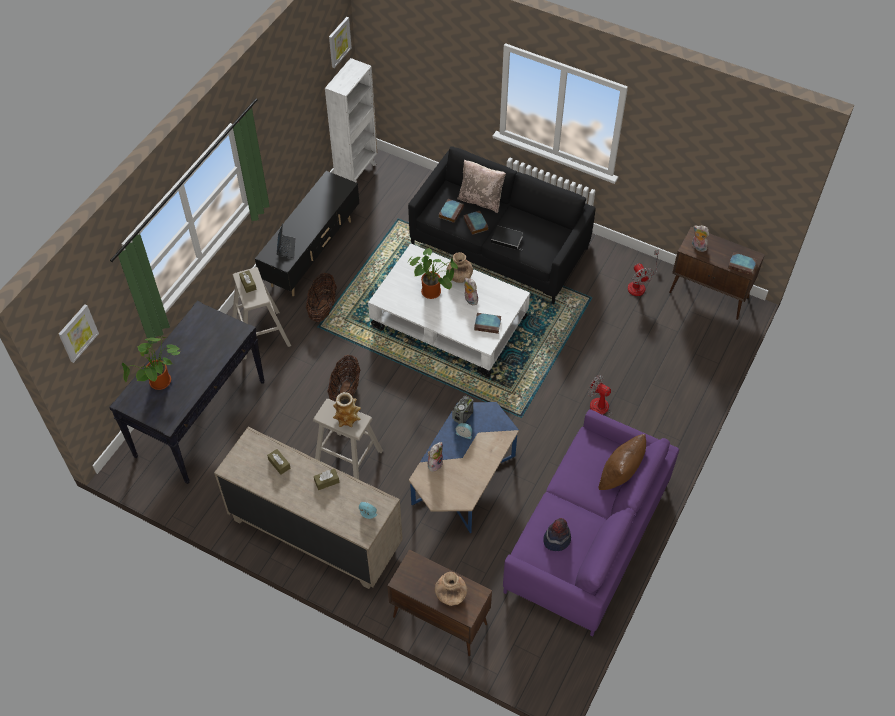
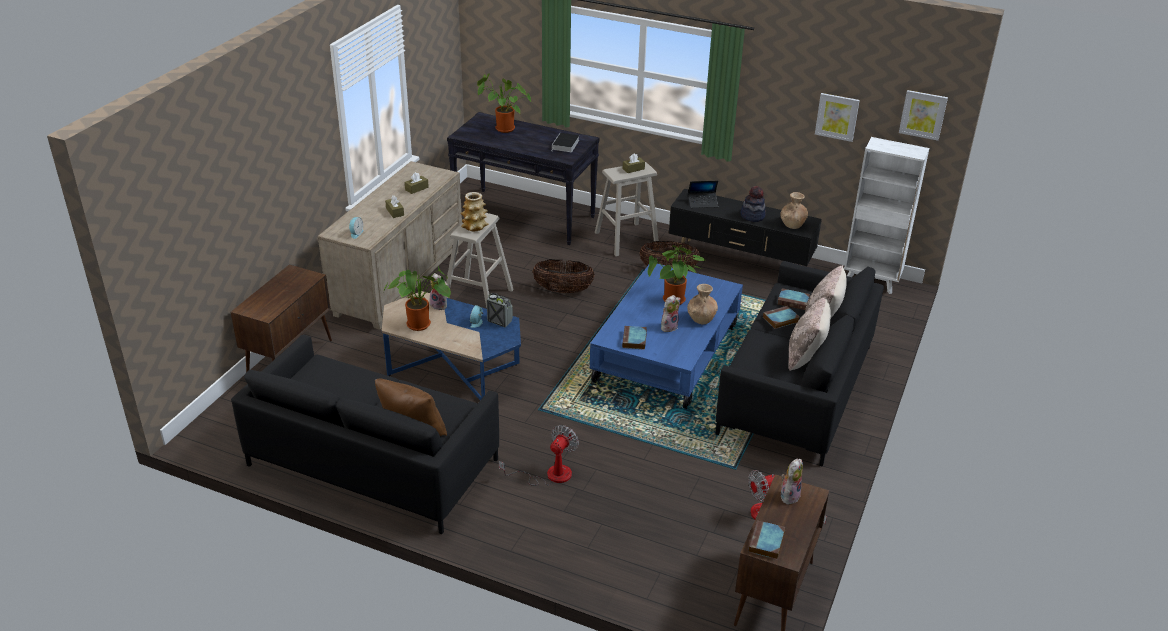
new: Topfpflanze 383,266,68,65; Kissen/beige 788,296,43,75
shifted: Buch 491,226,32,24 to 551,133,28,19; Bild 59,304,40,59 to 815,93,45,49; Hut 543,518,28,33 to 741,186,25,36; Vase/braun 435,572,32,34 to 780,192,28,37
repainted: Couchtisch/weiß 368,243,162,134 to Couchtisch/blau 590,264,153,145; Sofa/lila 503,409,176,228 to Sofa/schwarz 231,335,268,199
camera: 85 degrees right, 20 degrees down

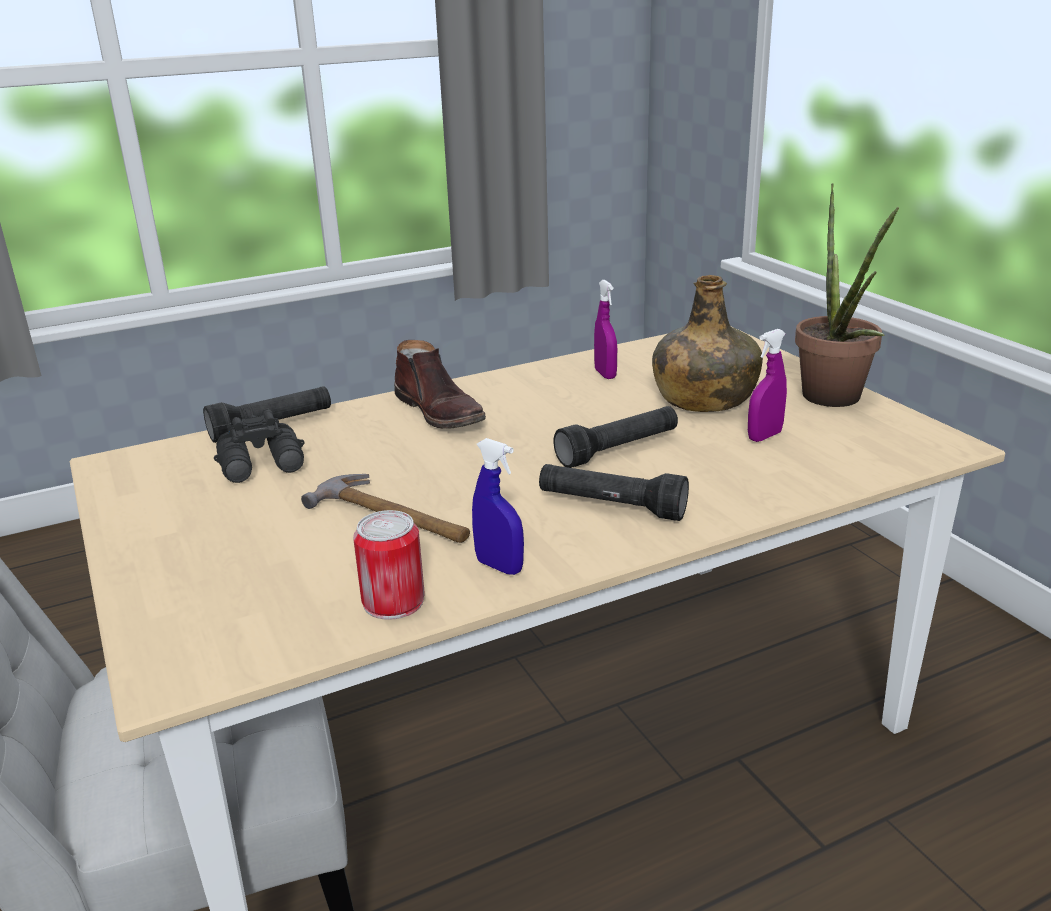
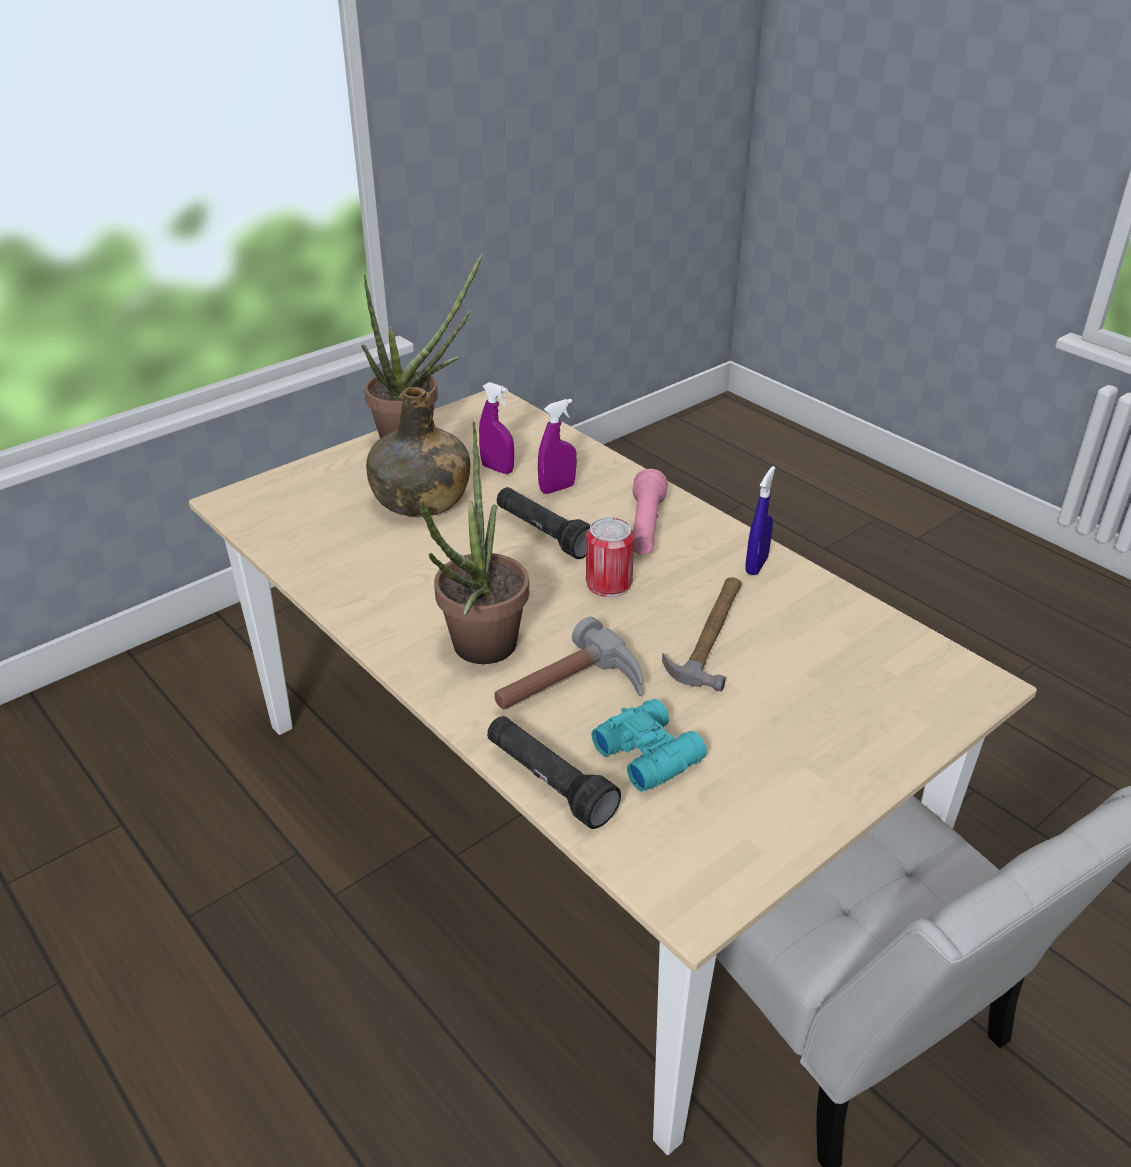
new: Hammer 494,617,149,93
shifted: Sprühflasche/lila 594,280,23,99 to 538,399,39,95; Dose 353,510,72,110 to 586,517,48,80
swapped: Stiefel/braun 394,340,92,89 to Topfpflanze 420,422,109,242
repainted: Fernglas/schwarz 214,408,91,75 to Fernglas/türkis 591,699,116,92; Taschenlampe/schwarz 539,464,150,57 to Taschenlampe/rosa 632,469,36,86
camera: 105 degrees left, 10 degrees up

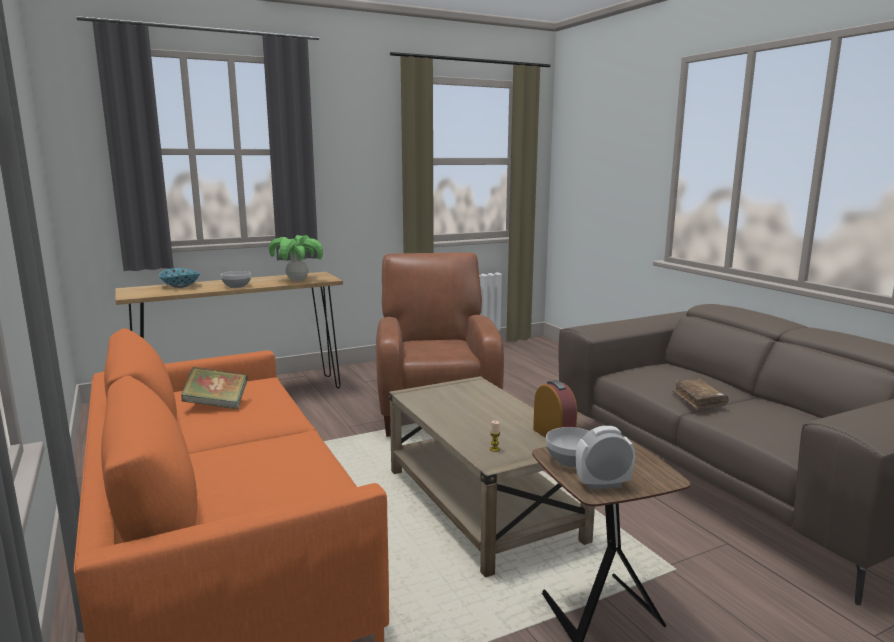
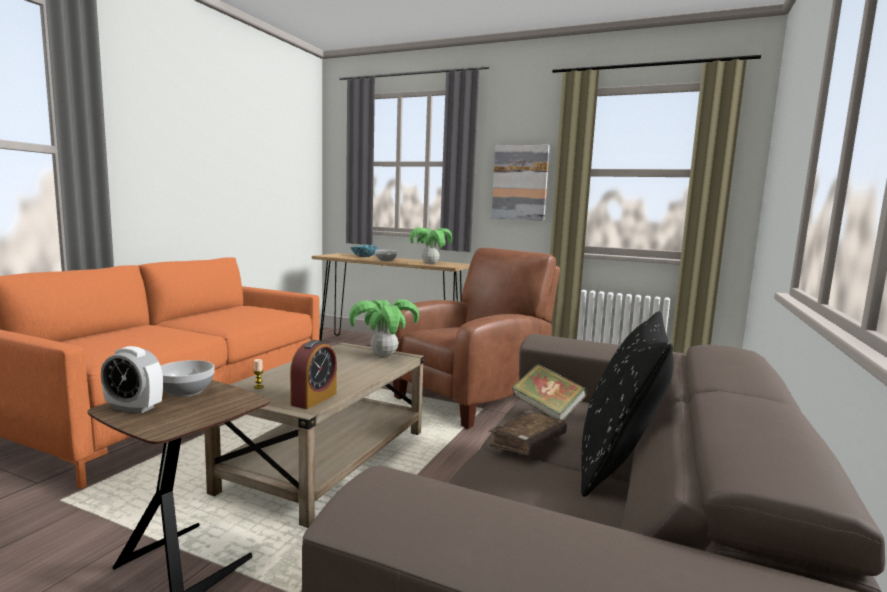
new: Bild 491,145,59,76; Topfpflanze 349,299,70,57; Kissen/schwarz 581,311,93,186
shifted: Buch 181,367,66,42 to 512,364,75,56
rotated: Wecker 576,426,59,63 = 101,346,62,67 150 degrees clockwise
camera: 50 degrees right, 5 degrees down

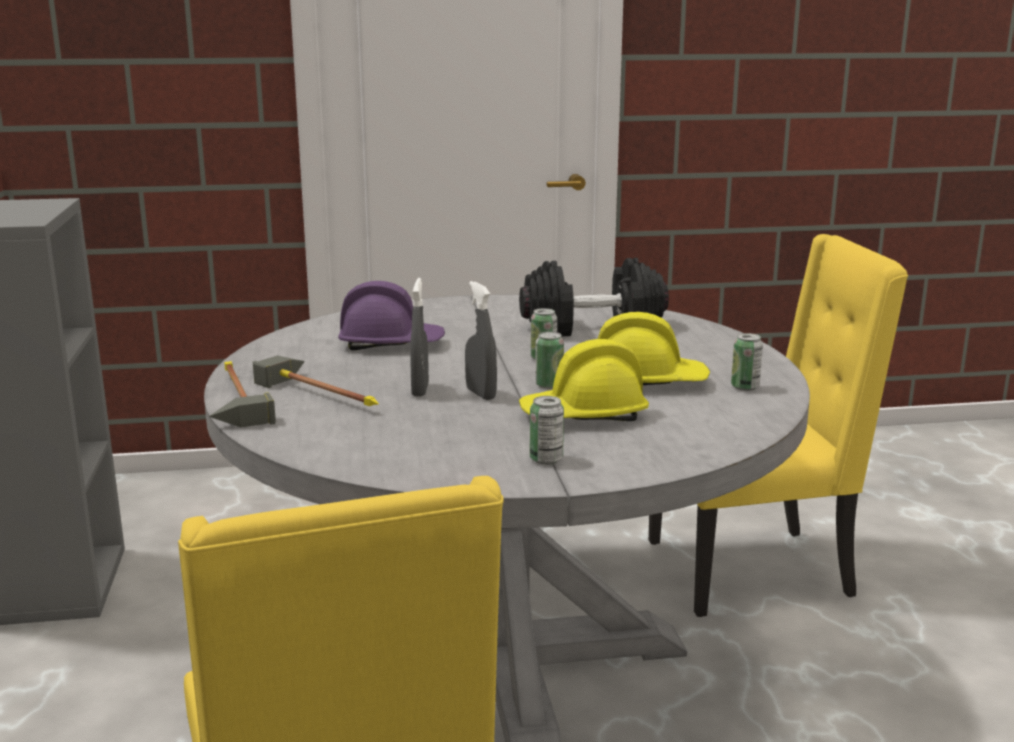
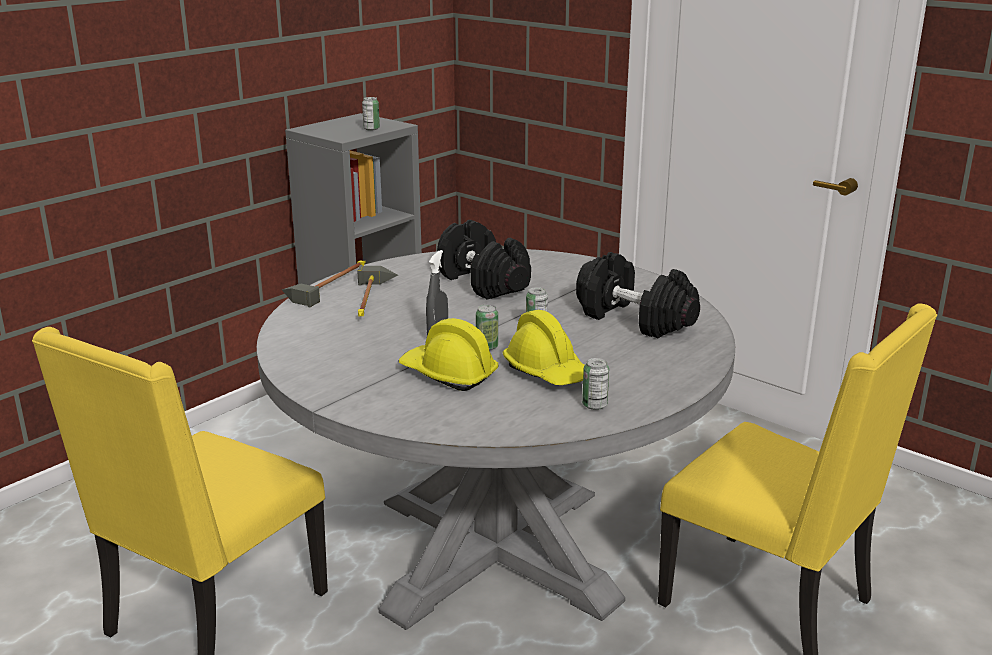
gone: Sprühflasche/grau 410,278,19,119
shifted: Dose 530,396,34,69 to 362,97,18,33
swapped: Schutzhelm/lila 338,281,107,69 to Hantel/schwarz 437,220,94,80
camera: 50 degrees right, 5 degrees up

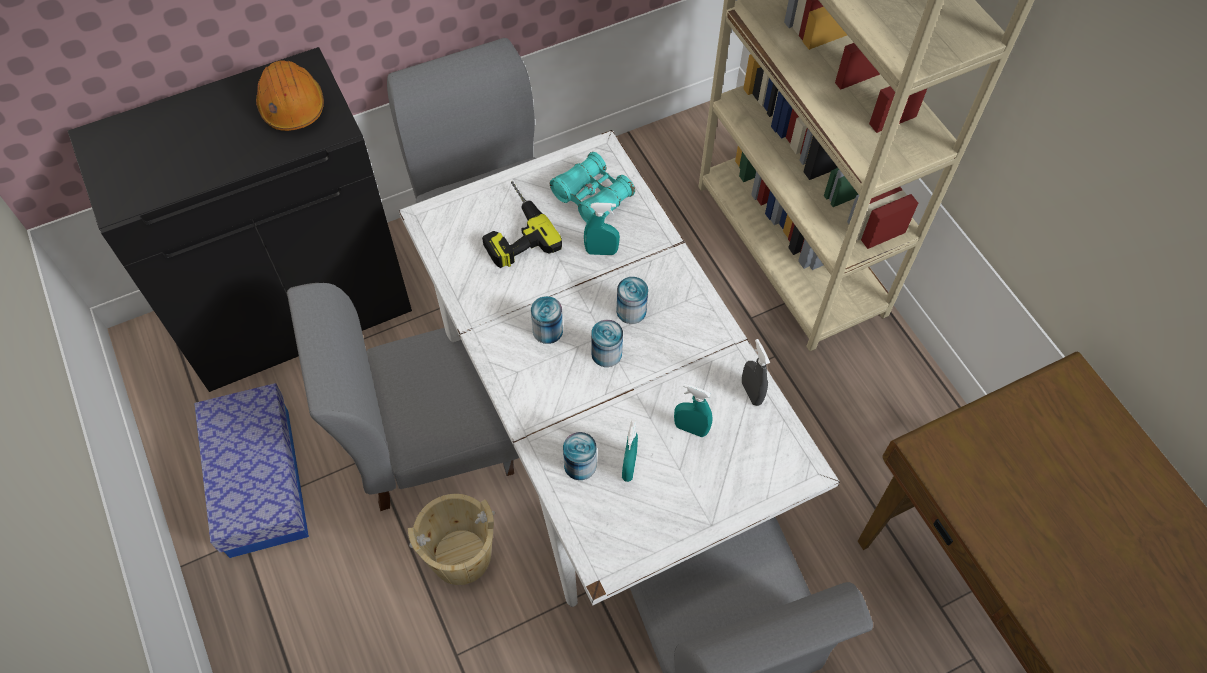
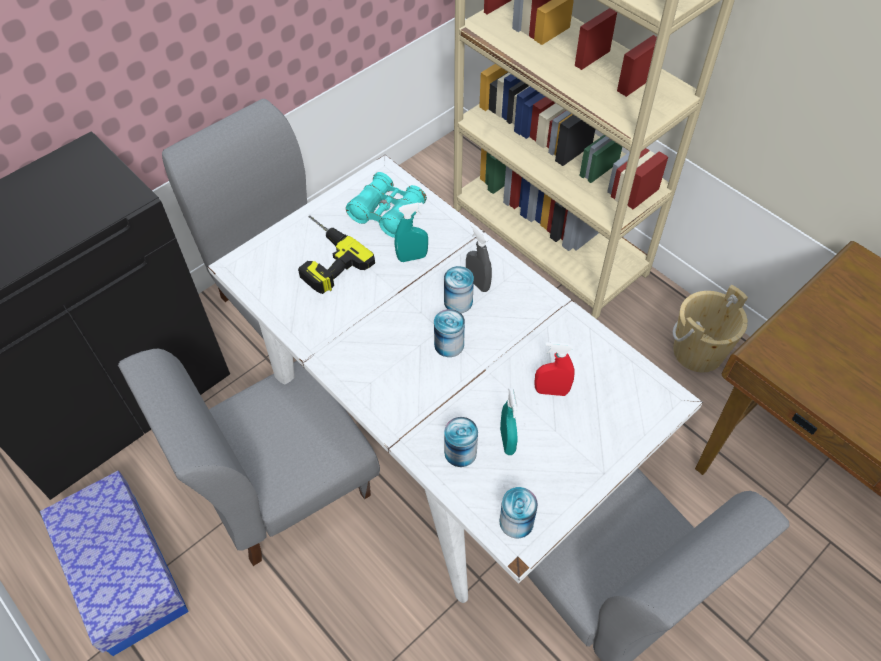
gone: Schutzhelm/orange 256,60,68,71
shifted: Dose 531,296,32,48 to 499,487,39,52; Sprühflasche/grau 742,339,28,67 to 466,223,26,69; Eimer/beige 408,494,87,91 to 673,285,75,88
repainted: Sprühflasche/türkis 674,383,39,54 to Sprühflasche/rot 534,342,41,54
camera: 15 degrees left, 5 degrees down

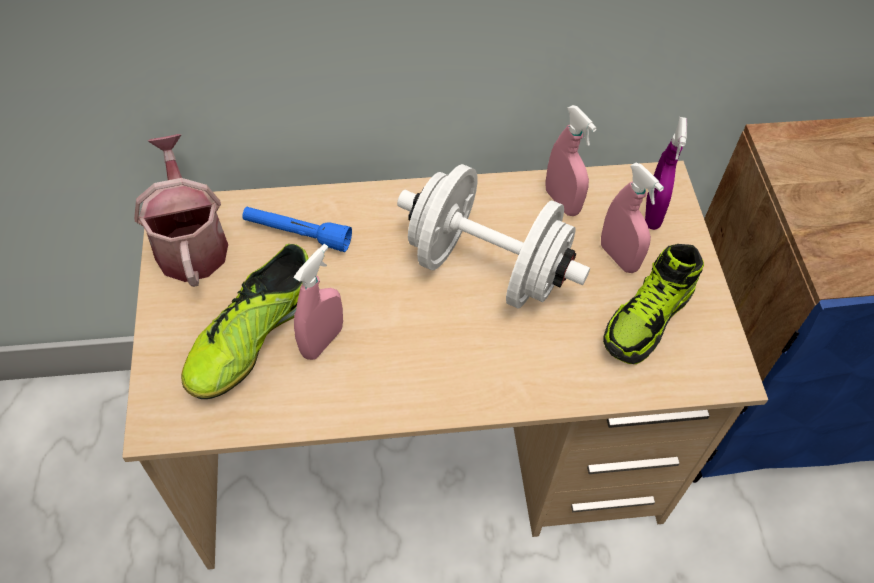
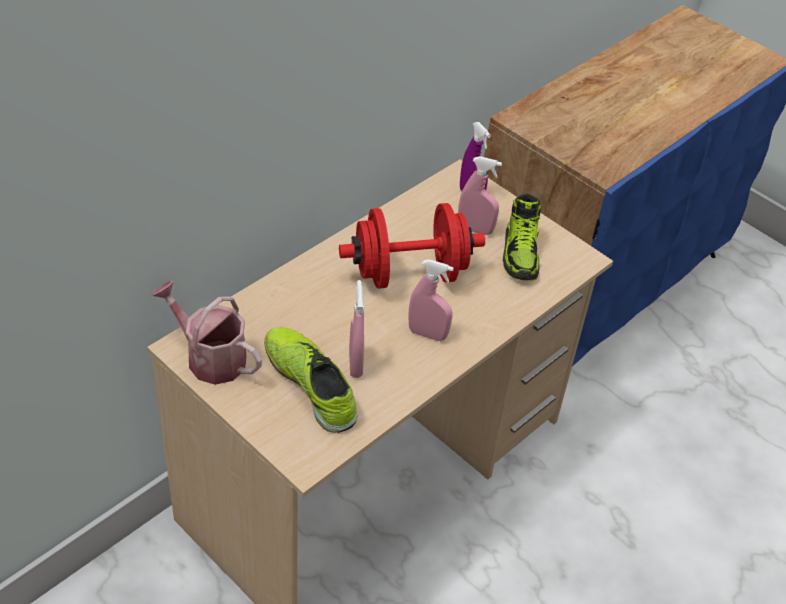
gone: Taschenlampe/blau 242,207,110,45
shifted: Sprühflasche/rosa 546,105,51,111 to 408,259,46,82
repainted: Hantel/weiß 397,164,193,145 to Hantel/rot 339,203,146,86
rotated: Schuh 181,244,128,155 = 264,327,93,106 150 degrees clockwise
camera: 40 degrees left, 10 degrees down

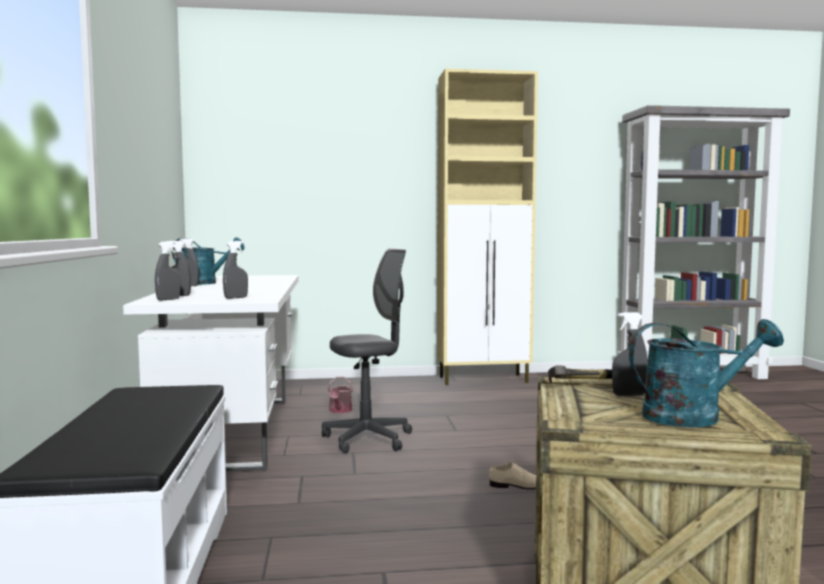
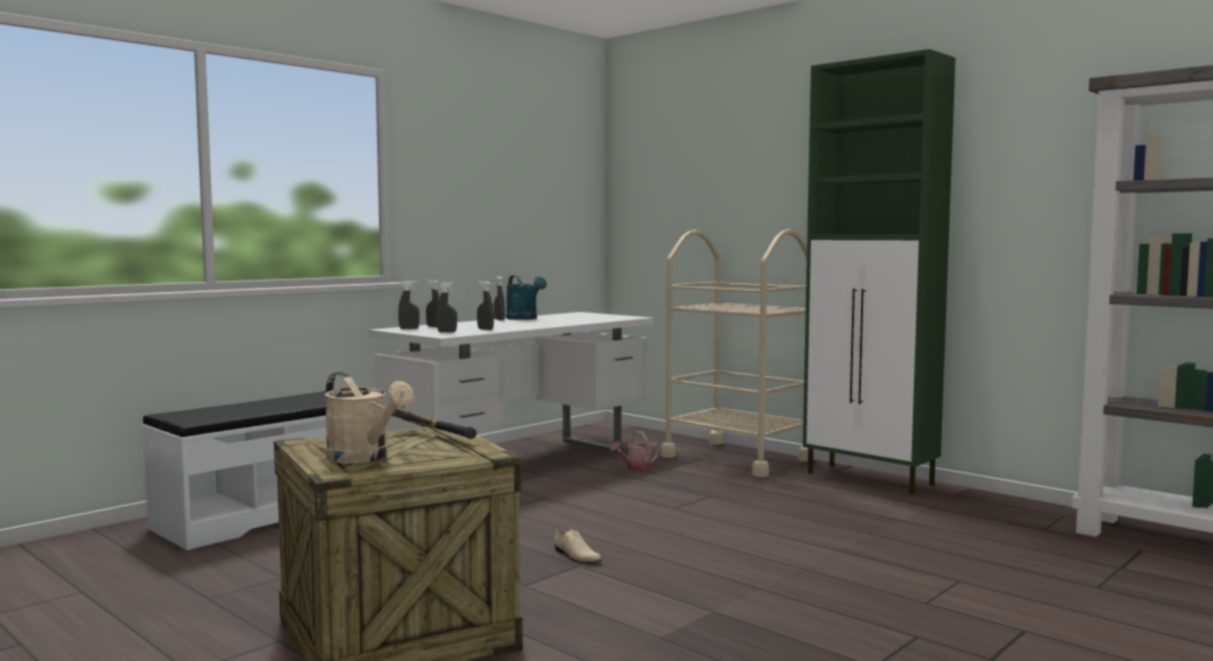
gone: Bürostuhl/grau 322,248,90,205
new: Rollwagen/beige 661,229,153,248
shifted: Sprühflasche/grau 612,312,36,84 to 477,281,17,49
repainted: Schrank/beige 437,69,101,316 to Schrank/grün 803,49,152,445; Gießkanne/türkis 629,319,155,108 to Gießkanne/beige 325,372,89,91
camera: 50 degrees right, 0 degrees up

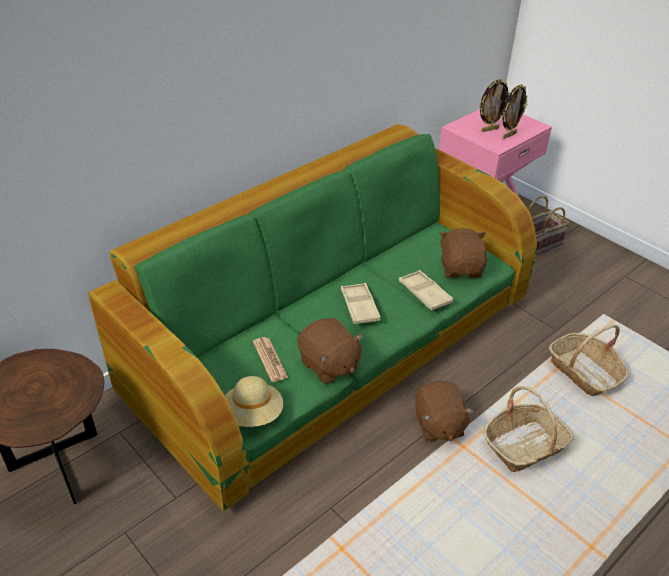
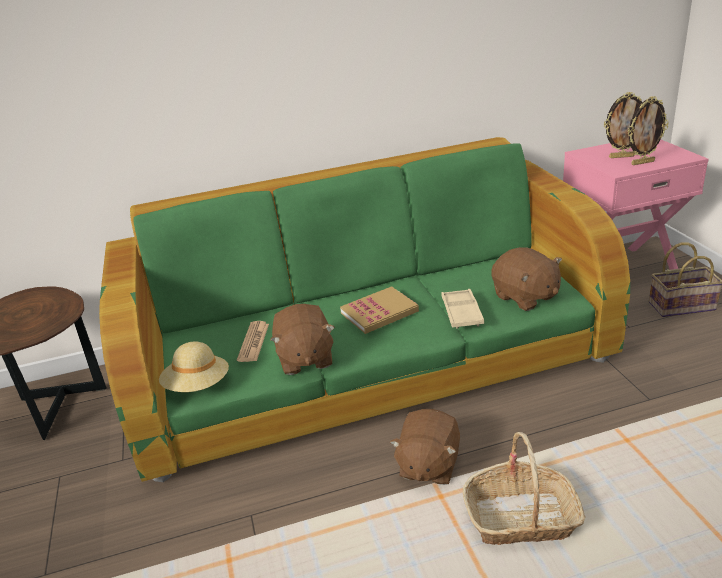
gone: Korb 549,324,79,72
swapped: Tablett/beige 341,283,39,41 to Buch 340,286,79,48
rotated: Plüschtier/braun 439,228,48,50 = 491,247,71,64 120 degrees clockwise
camera: 30 degrees right, 10 degrees down

